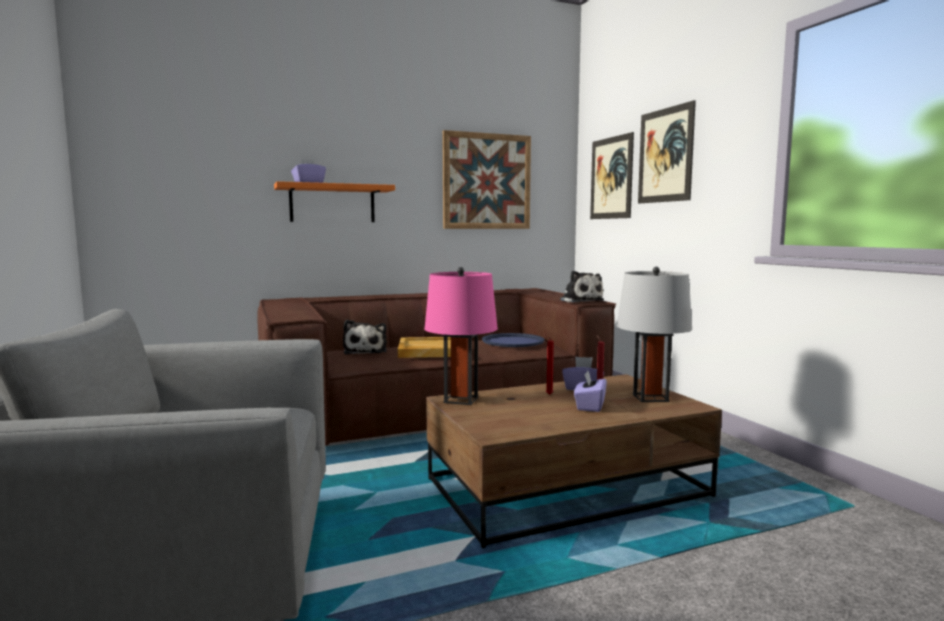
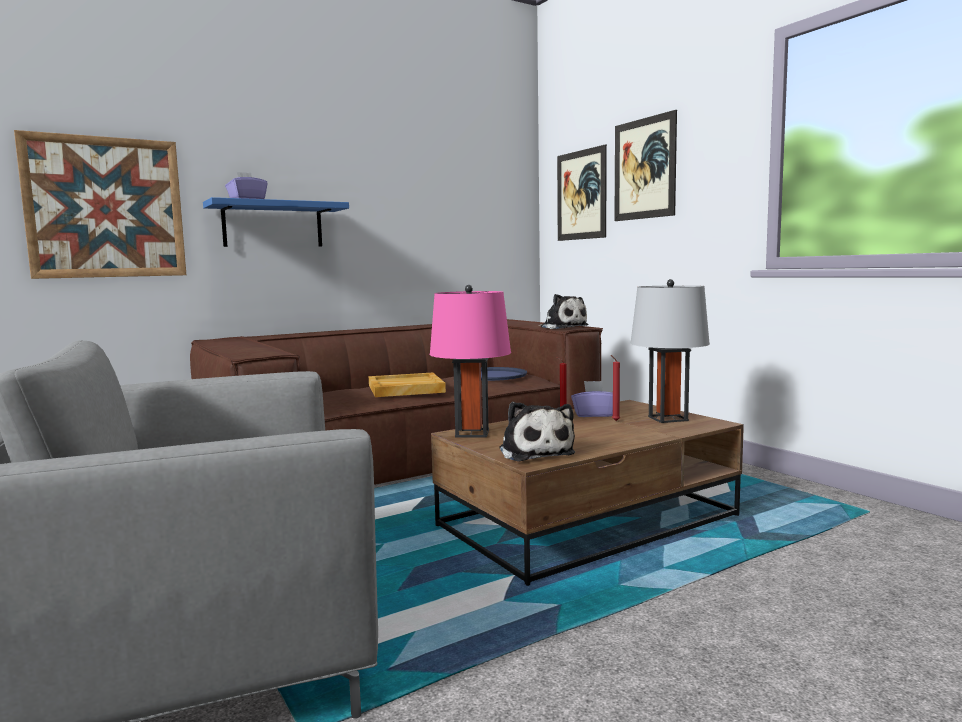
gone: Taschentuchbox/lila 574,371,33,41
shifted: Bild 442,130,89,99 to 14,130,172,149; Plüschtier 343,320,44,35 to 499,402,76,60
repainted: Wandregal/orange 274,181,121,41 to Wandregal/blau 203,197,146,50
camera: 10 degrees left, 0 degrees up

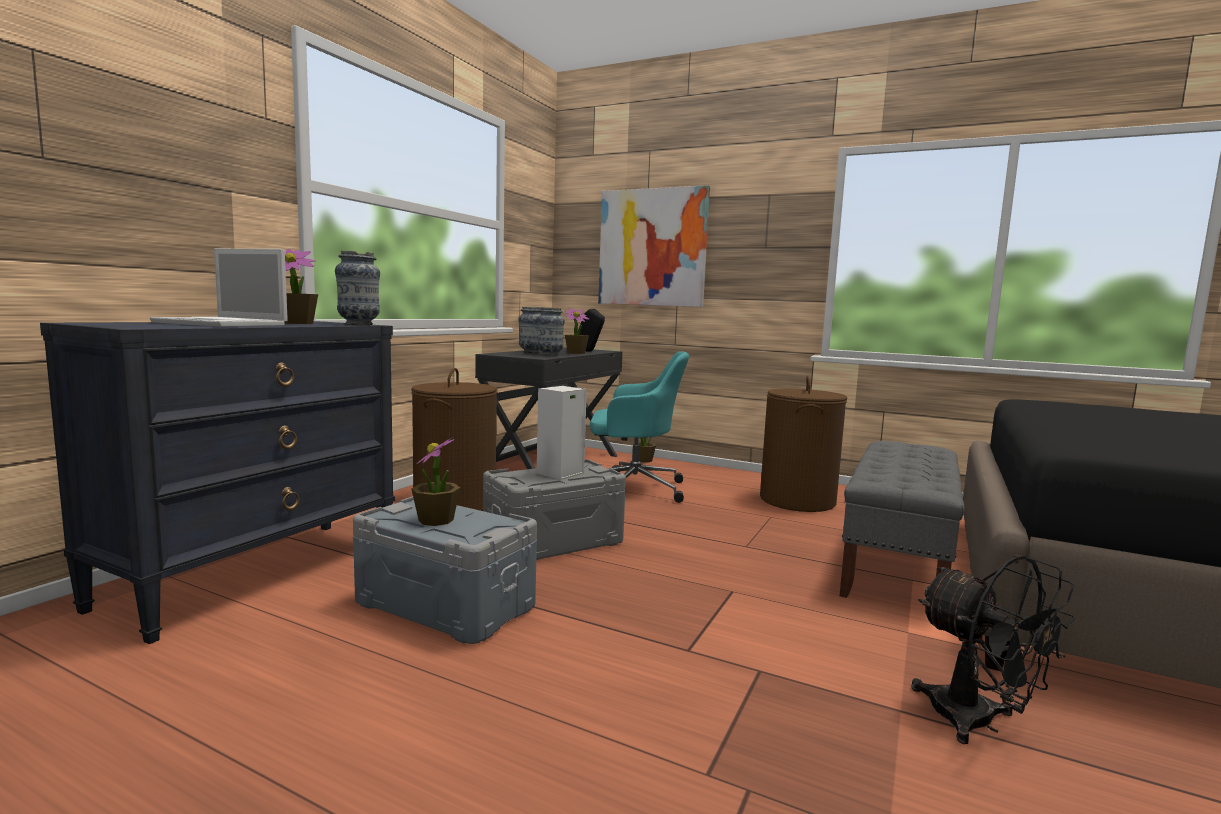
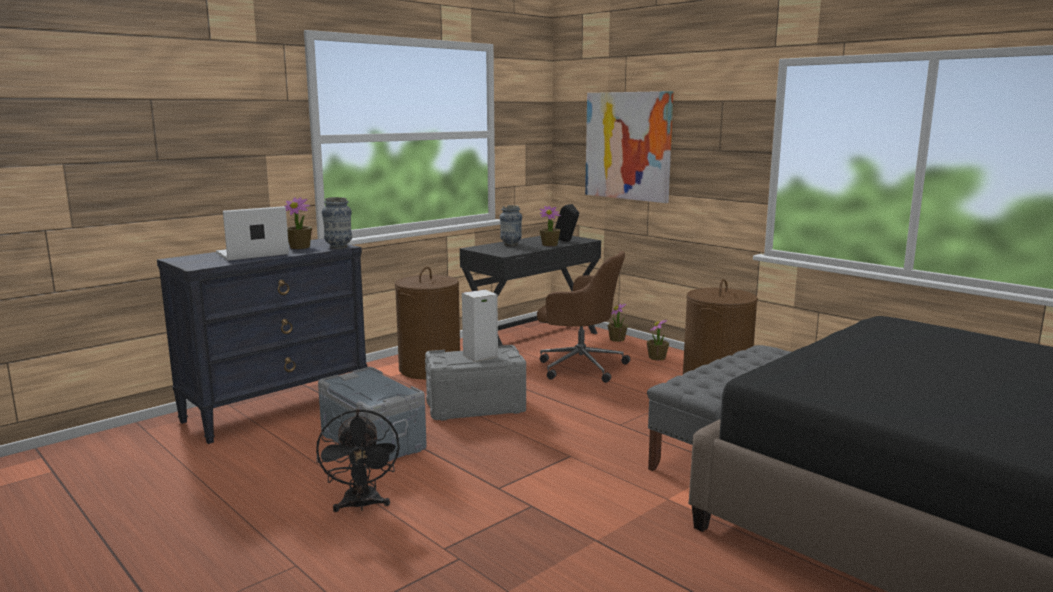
gone: Vase 537,307,28,49
shifted: Topfpflanze 411,437,49,89 to 646,320,23,41; Ventilator/schwarz 911,555,164,189 to 316,409,84,103
repainted: Bürostuhl/türkis 590,352,99,151 to Bürostuhl/braun 537,251,93,132
rotated: Laptop 150,249,138,78 = 216,206,73,54 105 degrees clockwise
camera: 20 degrees right, 5 degrees up

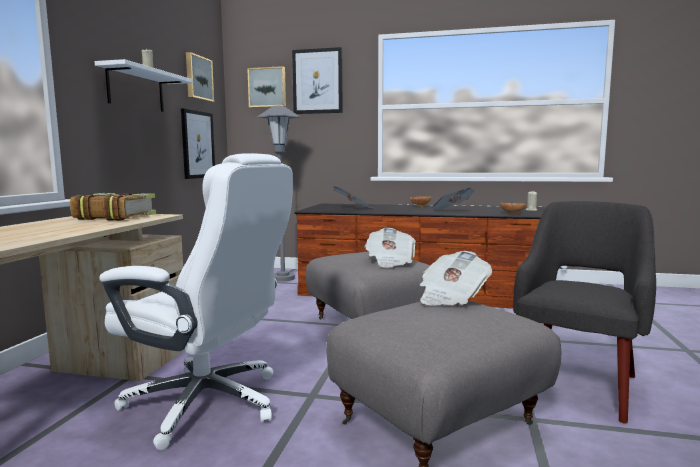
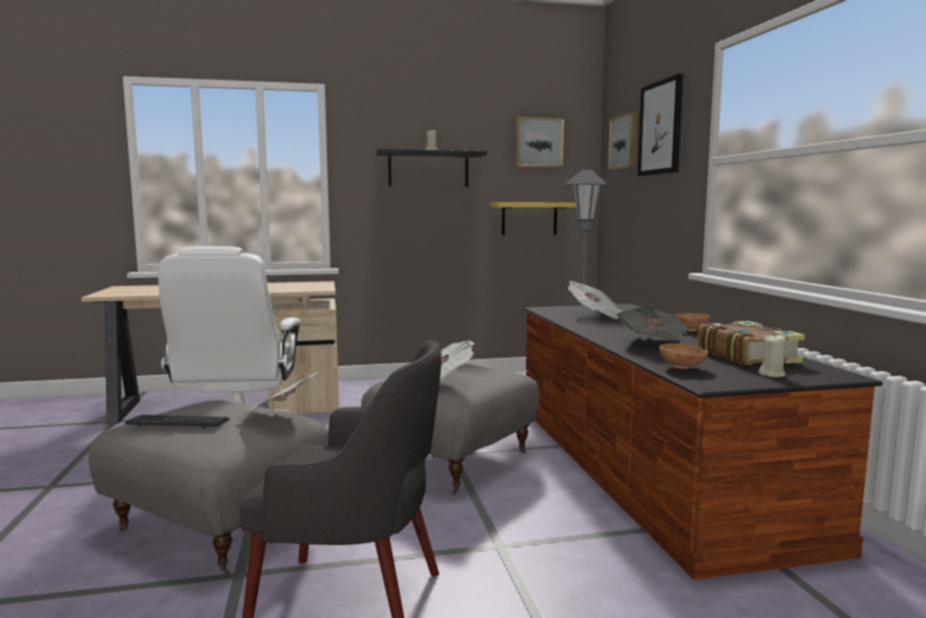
new: Tastatur 125,415,105,14
shifted: Buch 70,193,86,27 to 698,321,107,44
swapped: Bild 181,109,34,70 to Wandregal/gelb 490,202,86,33
repainted: Wandregal/weiß 94,59,99,53 to Wandregal/schwarz 375,149,112,38
camera: 65 degrees right, 0 degrees up

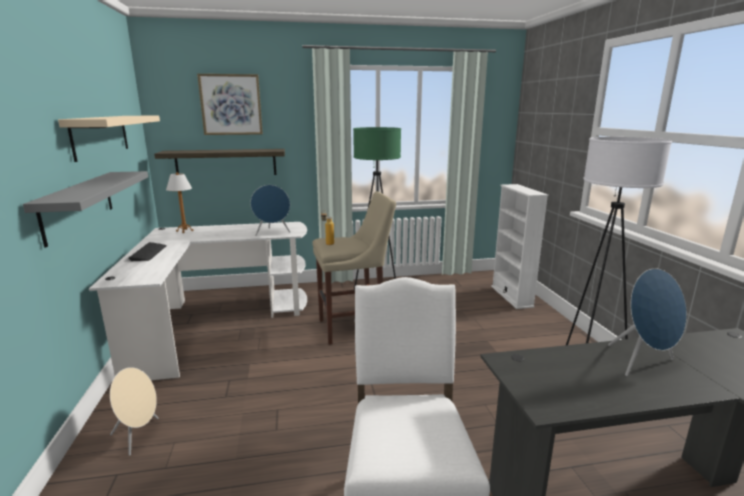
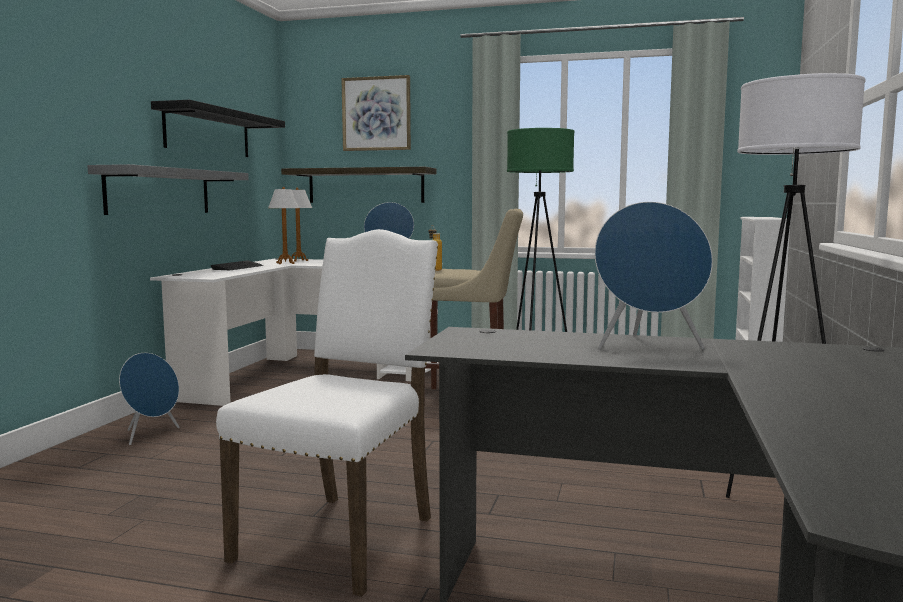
new: Tischlampe 268,187,31,77
repainted: Wandregal/beige 58,116,102,46 to Wandregal/schwarz 151,100,134,57; Lautsprecher/beige 110,367,48,89 to Lautsprecher/blau 119,353,61,92
camera: 25 degrees right, 10 degrees down

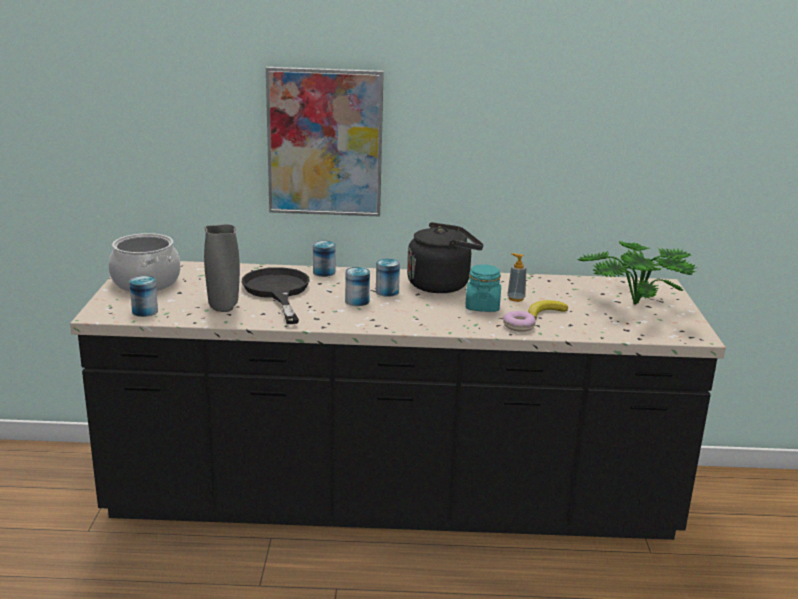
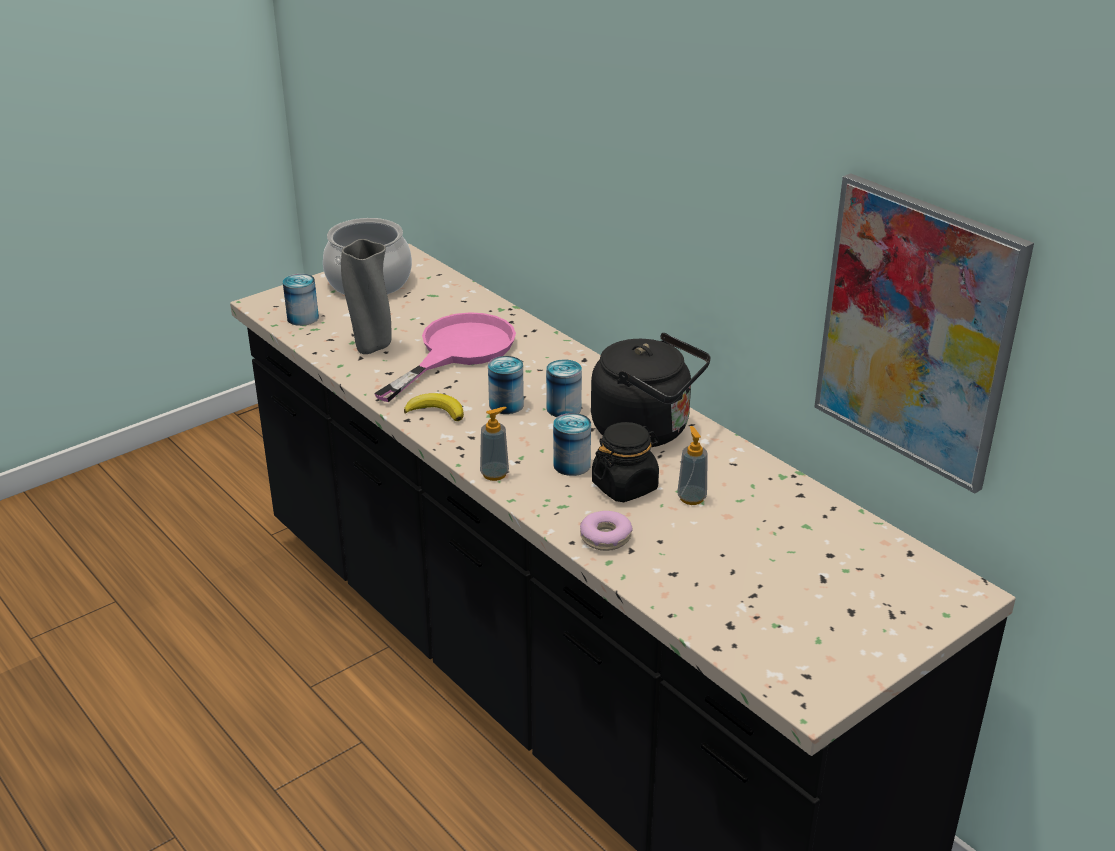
gone: Topfpflanze 577,241,119,63
new: Seifenspender 480,407,29,74
shifted: Bild 266,67,118,149 to 814,173,220,320; Dose 313,241,22,36 to 553,413,38,63; Banane 528,300,40,20 to 404,393,60,28
repainted: Vorratsglas/türkis 465,264,36,48 to Vorratsglas/schwarz 592,422,67,80; Pfanne/schwarz 242,267,68,57 to Pfanne/rosa 374,312,142,90
camera: 50 degrees right, 10 degrees up

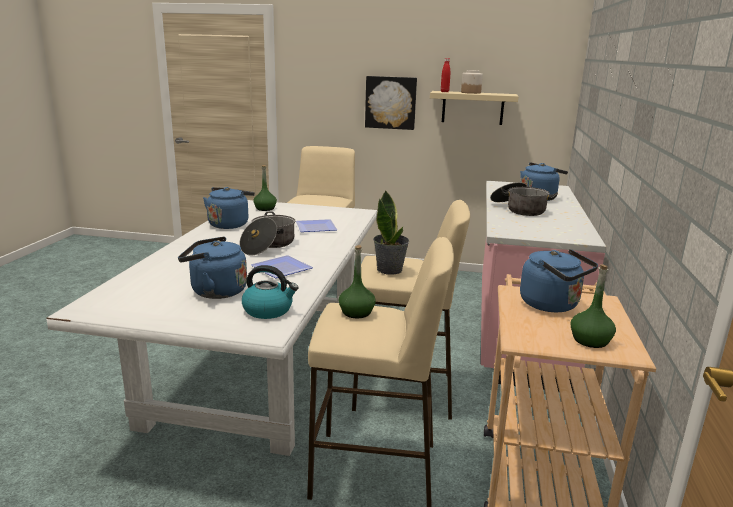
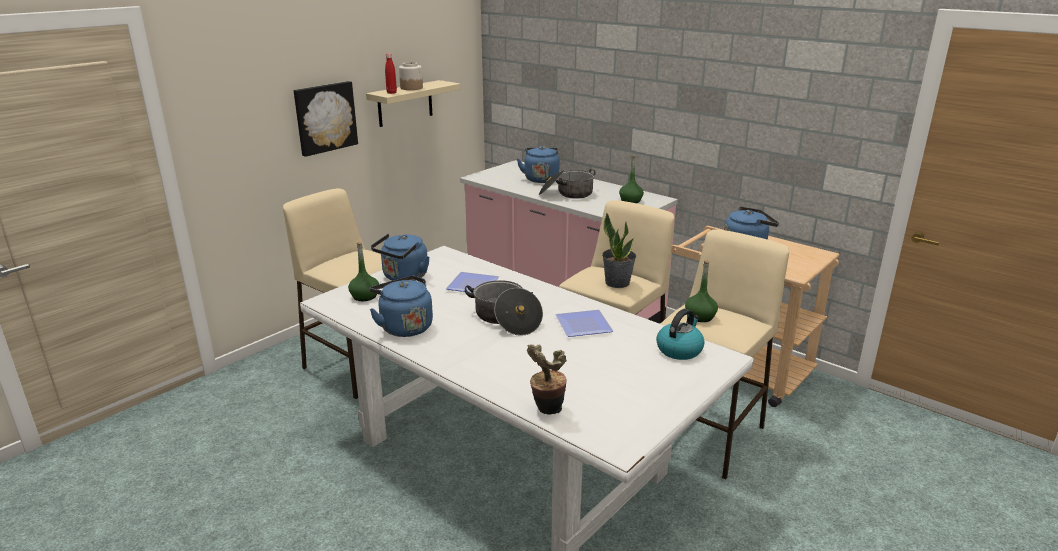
new: Topfpflanze 527,344,40,71
shifted: Wasserkessel/blau 178,237,69,62 to 371,234,59,47; Flasche/grün 571,264,45,84 to 619,156,25,47
camera: 60 degrees left, 5 degrees up

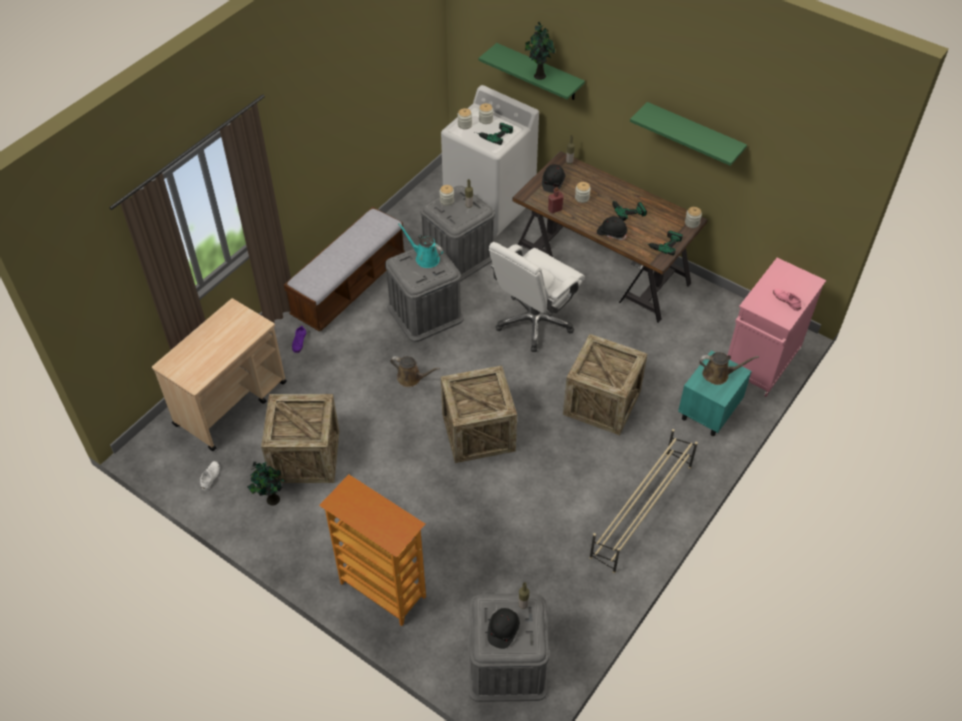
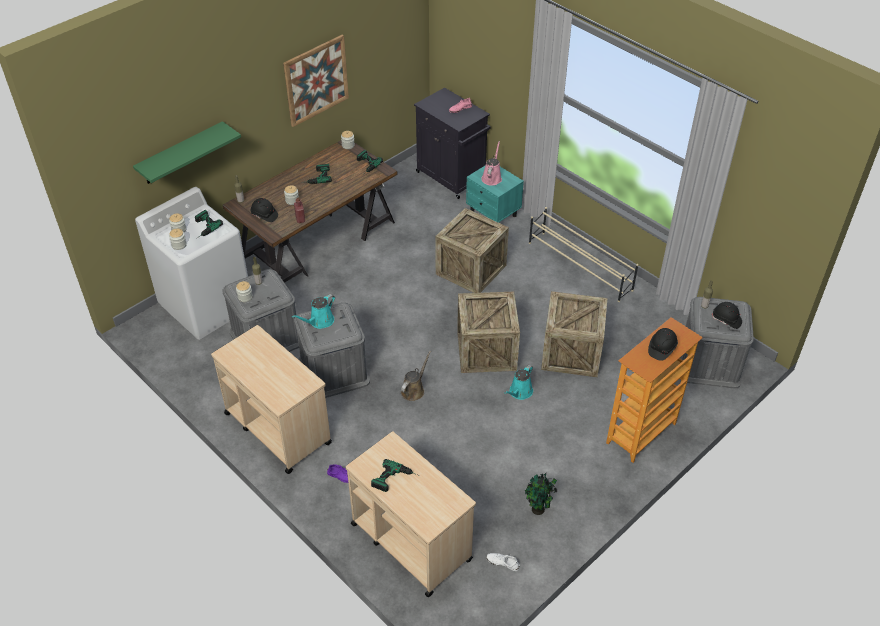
gone: Topfpflanze 525,22,30,58; Bürostuhl/weiß 489,242,96,110
new: Gießkanne/türkis 505,365,28,35; Bohrmaschine 371,459,49,33
shifted: Schutzhelm/schwarz 597,216,30,24 to 648,328,30,33; Kiste 261,394,78,89 to 541,291,67,86
swapped: Wandregal/grün 630,102,117,64 to Bild 283,35,66,92; Bank 284,207,121,125 to Rollwagen/beige 211,325,121,149
repainted: Schrank/rosa 727,258,99,139 to Schrank/schwarz 414,88,77,111; Gießkanne/braun 699,352,60,33 to Gießkanne/rosa 481,141,21,45
camera: 80 degrees left, 5 degrees down

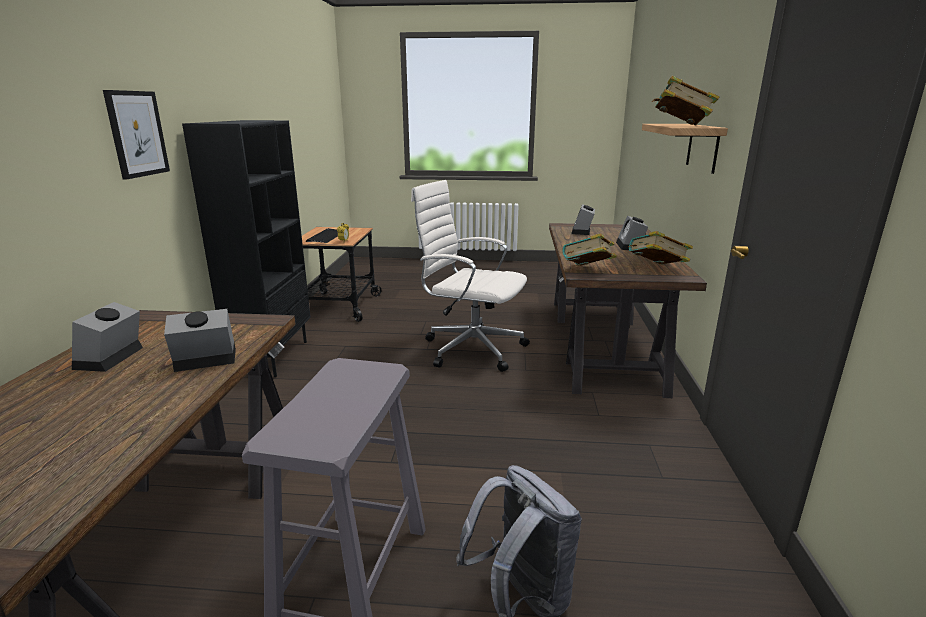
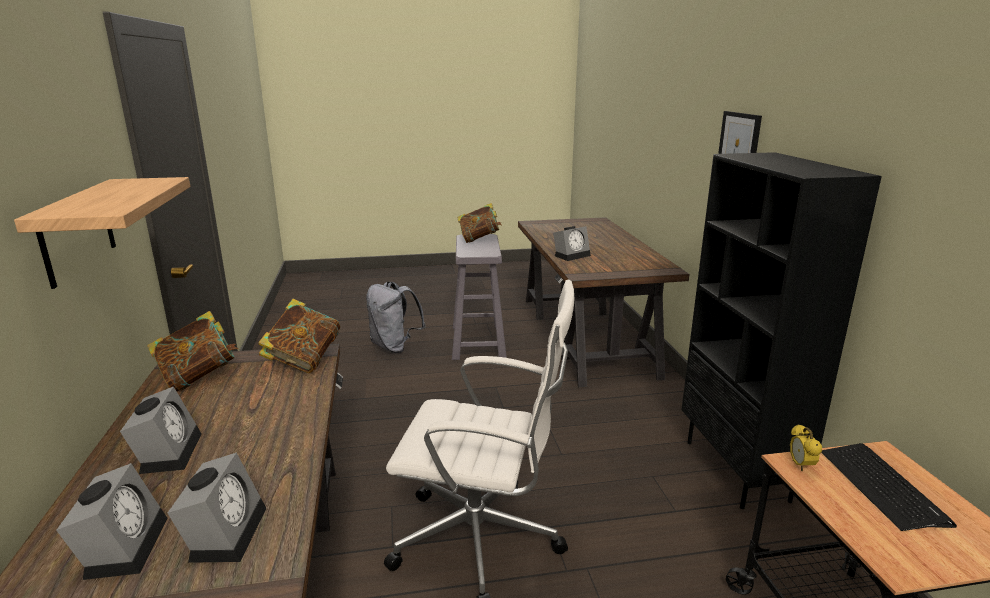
shifted: Buch 652,76,68,50 to 457,203,45,40; Wecker 72,302,71,70 to 56,463,111,117
camera: 165 degrees right, 0 degrees up

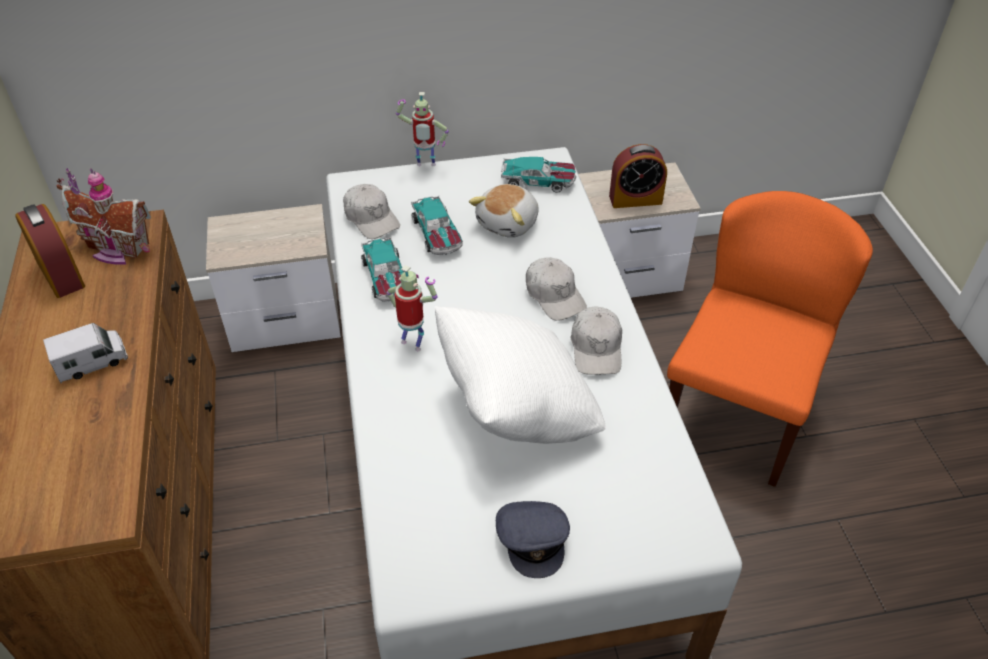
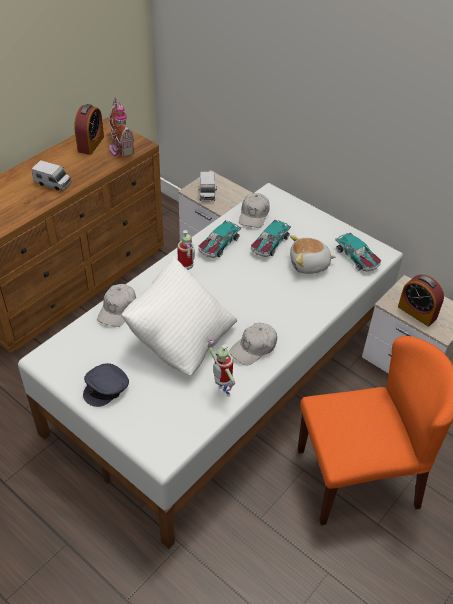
new: Spielzeuglaster 198,172,19,29
shifted: Spielzeugroboter 396,92,53,74 to 207,339,28,58; Kappe/weiß 526,257,61,64 to 97,284,39,43
camera: 50 degrees right, 0 degrees up

